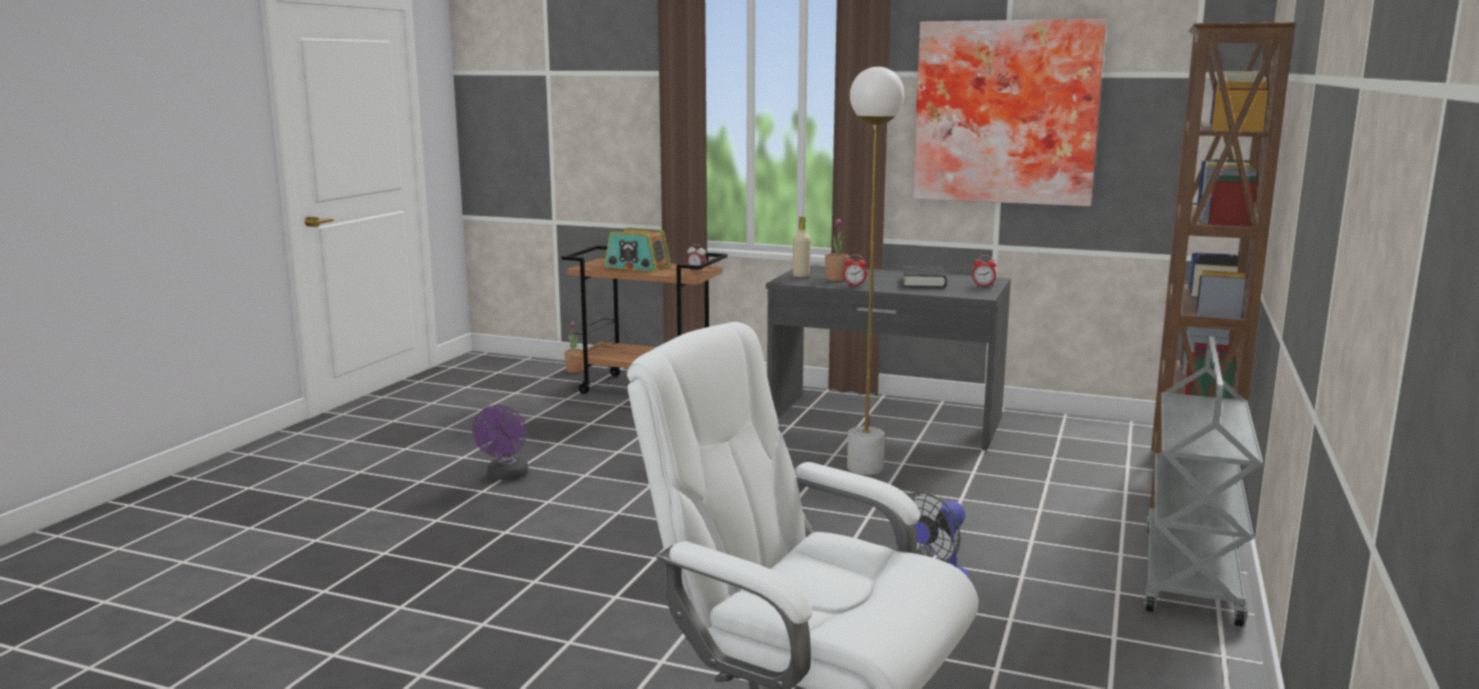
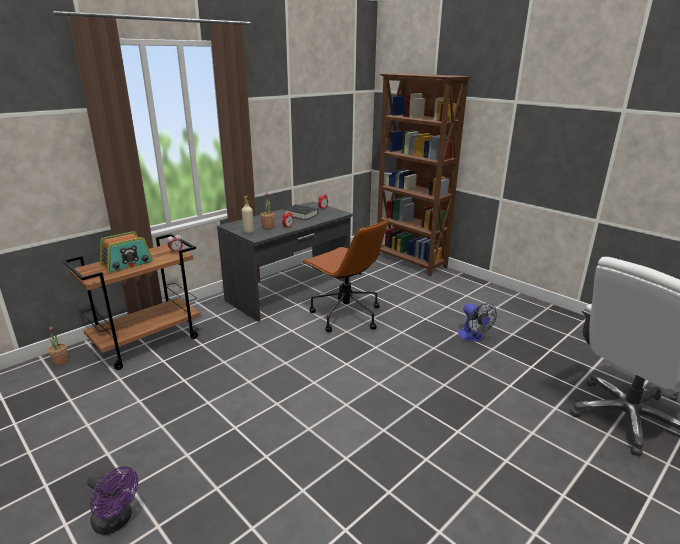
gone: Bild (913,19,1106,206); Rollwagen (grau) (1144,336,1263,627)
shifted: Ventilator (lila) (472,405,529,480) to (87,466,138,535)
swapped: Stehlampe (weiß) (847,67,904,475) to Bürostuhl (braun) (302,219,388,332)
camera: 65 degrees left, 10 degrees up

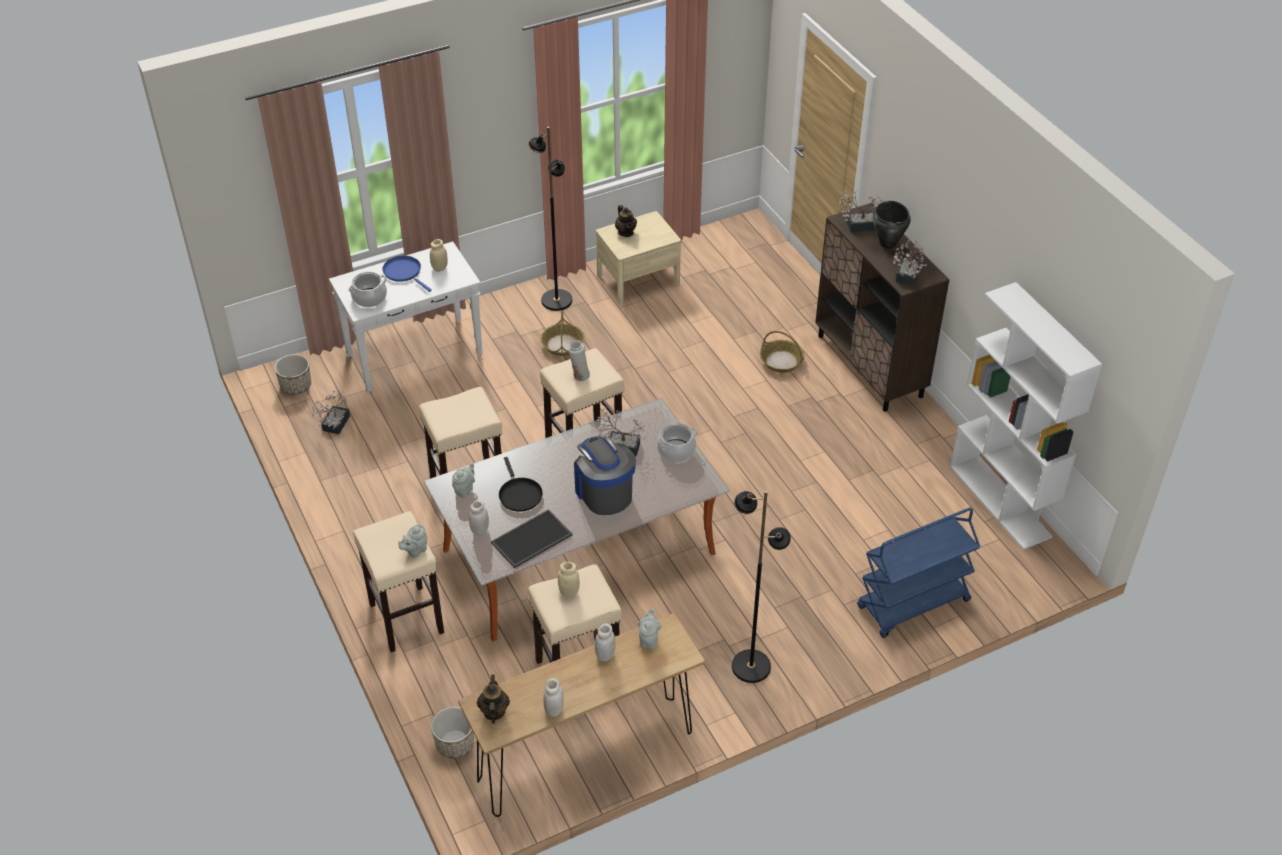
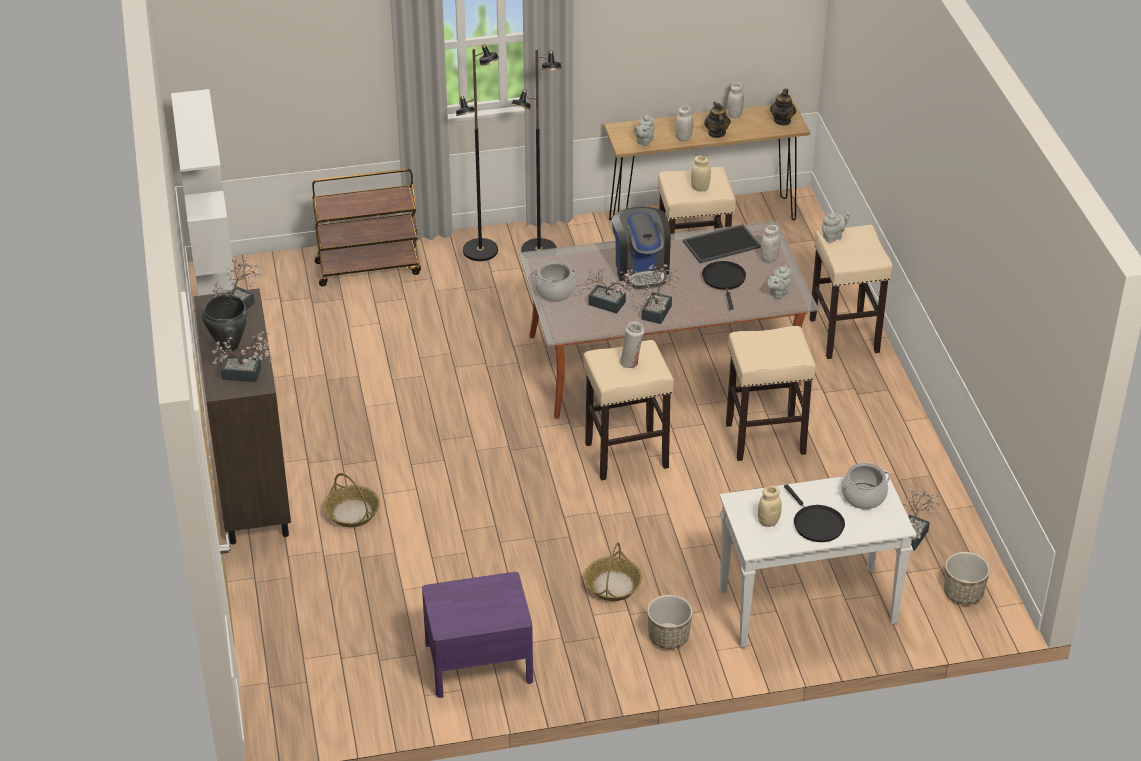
new: Topfpflanze (641,264,679,324)
shifted: Pflanzkübel (431,707,474,758) to (647,595,692,649); Stehlampe (schwarz) (528,127,572,311) to (456,44,499,261); Teekanne (615,205,637,237) to (704,102,731,138)
repainted: Pfanne (blau) (382,256,432,292) to Pfanne (schwarz) (784,484,845,542); Nachttisch (beige) (596,211,681,305) to Nachttisch (lila) (422,572,533,698); Rollwagen (blau) (857,508,980,638) to Rollwagen (braun) (312,169,421,286)
camera: 165 degrees left, 5 degrees down

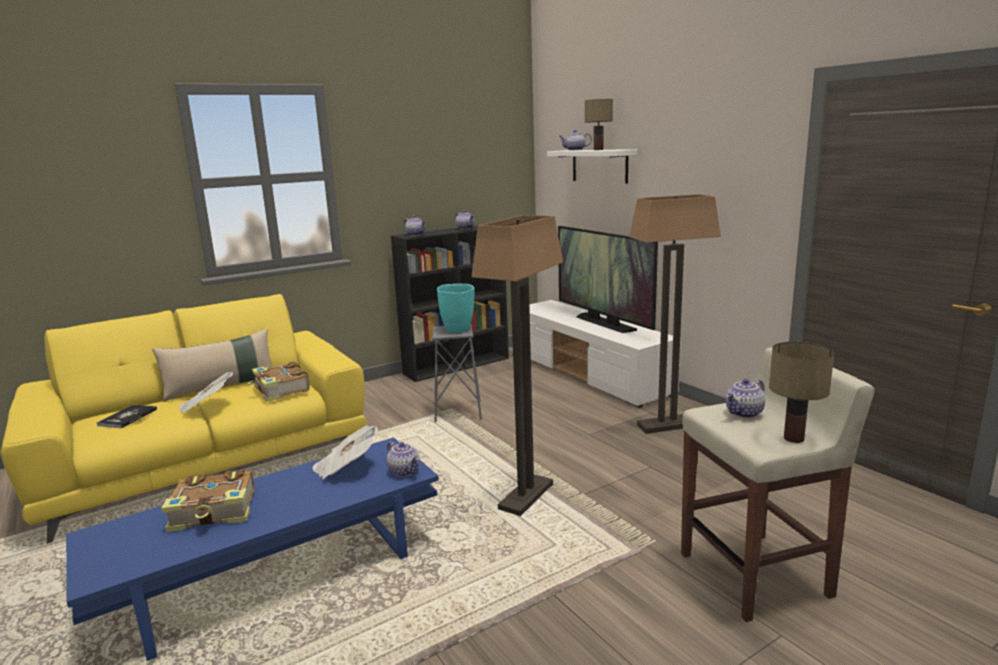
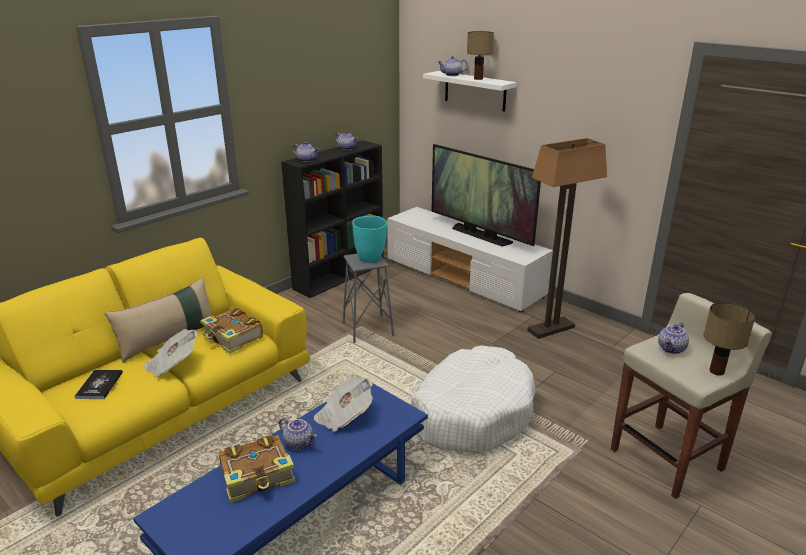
shifted: Teekanne (387,441,420,477) to (279,418,317,450)
swapped: Stehlampe (471,215,563,516) to Hundebett (weiß) (410,345,536,452)
camera: 15 degrees left, 10 degrees up

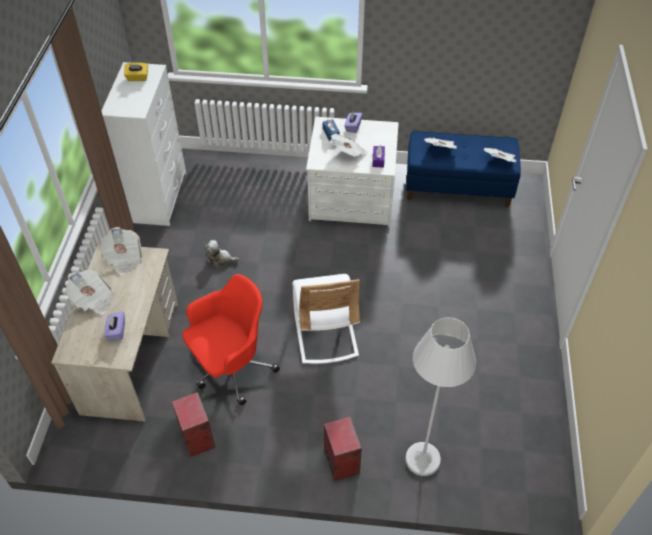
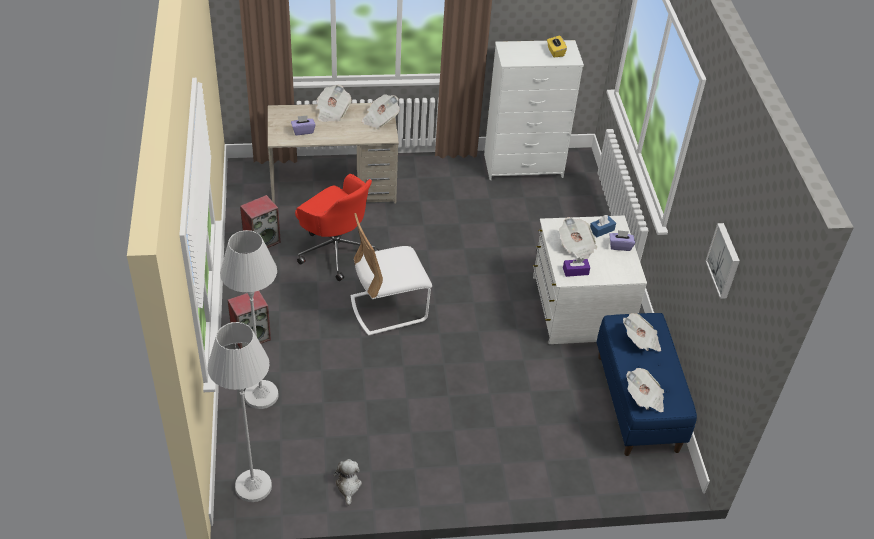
new: Stehlampe (weiß) (208,322,272,502); Bild (706,223,740,299)
shifted: Plüschtier (204,240,239,267) to (333,459,362,506)
camera: 75 degrees right, 5 degrees down

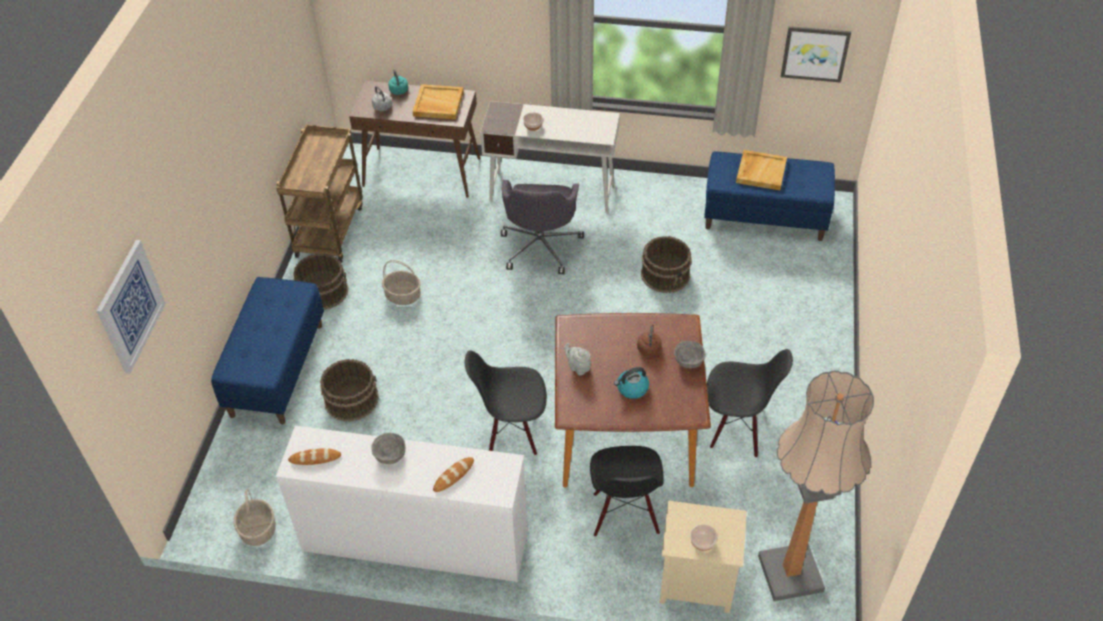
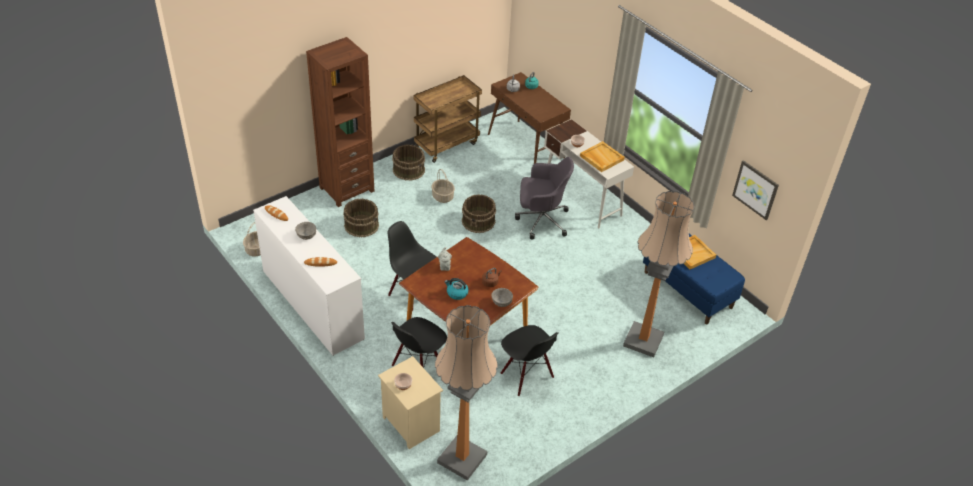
gone: Bild (97,240,166,374)
new: Stehlampe (623,191,694,357)
shifted: Tablett (beige) (412,84,464,119) to (580,141,625,172); Eimer (braun) (641,236,692,293) to (462,194,496,233)
swapped: Bank (blau) (211,277,324,424) to Bücherregal (braun) (306,37,374,207)
rotated: Bürostuhl (grau) (501,180,584,274) = (515,157,574,240) 135 degrees counterclockwise
camera: 40 degrees right, 5 degrees down

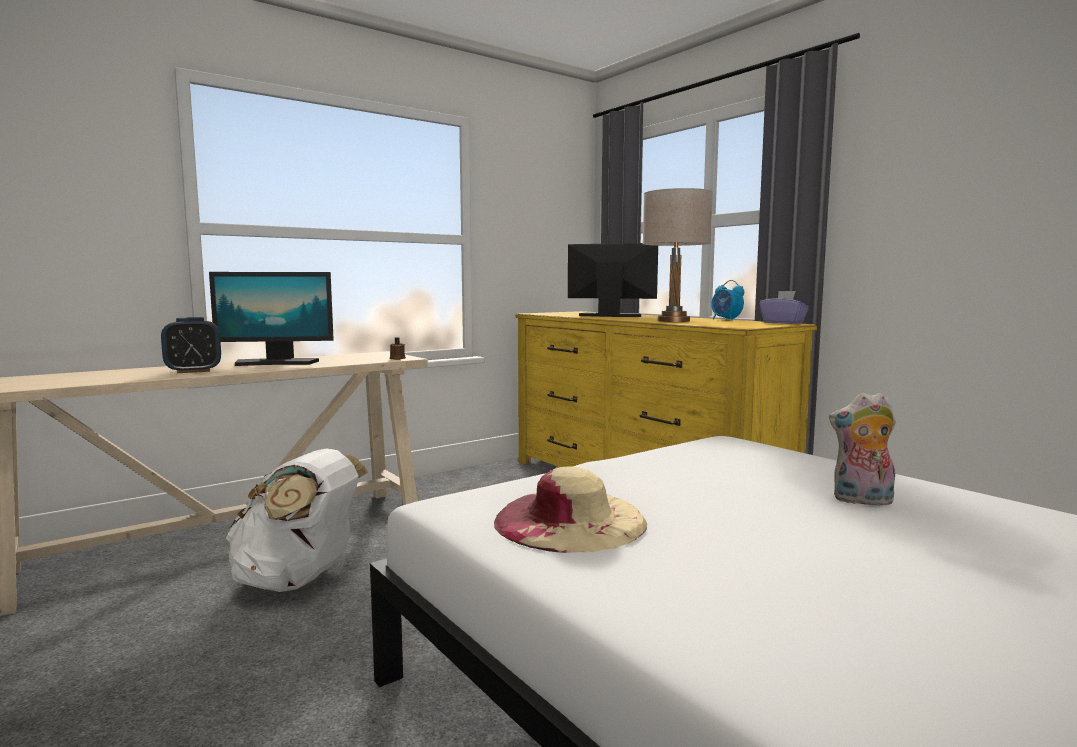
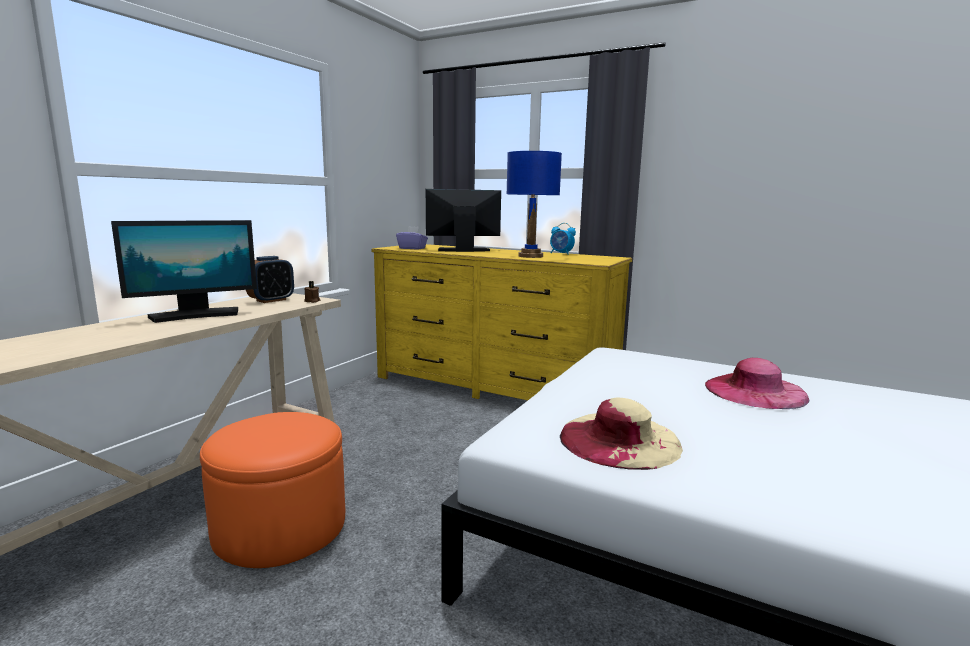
shifted: Wecker (161,317,221,373) to (246,256,294,303); Taschentuchbox (lila) (760,291,809,324) to (396,226,428,250)
swapped: Rucksack (weiß) (226,448,368,592) to Polsterhocker (orange) (200,412,345,568); Plüschtier (829,392,896,505) to Hut (rosa) (705,358,809,409)
repainted: Tischlampe (beige) (643,188,712,322) to Tischlampe (blau) (507,151,562,258)
camera: 25 degrees left, 5 degrees up

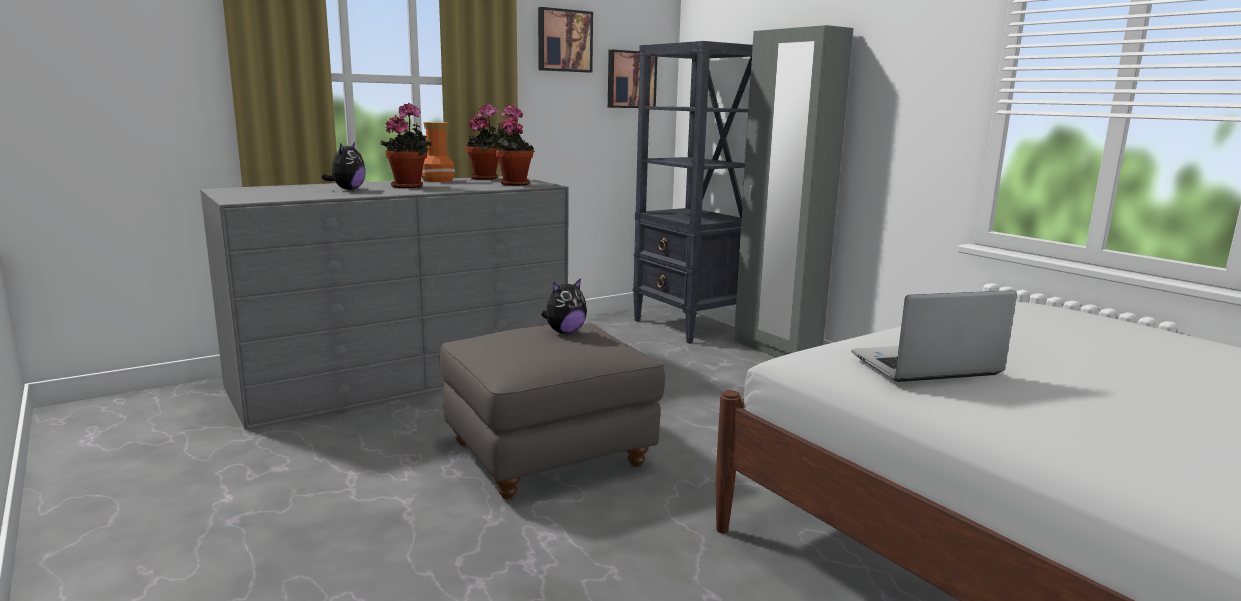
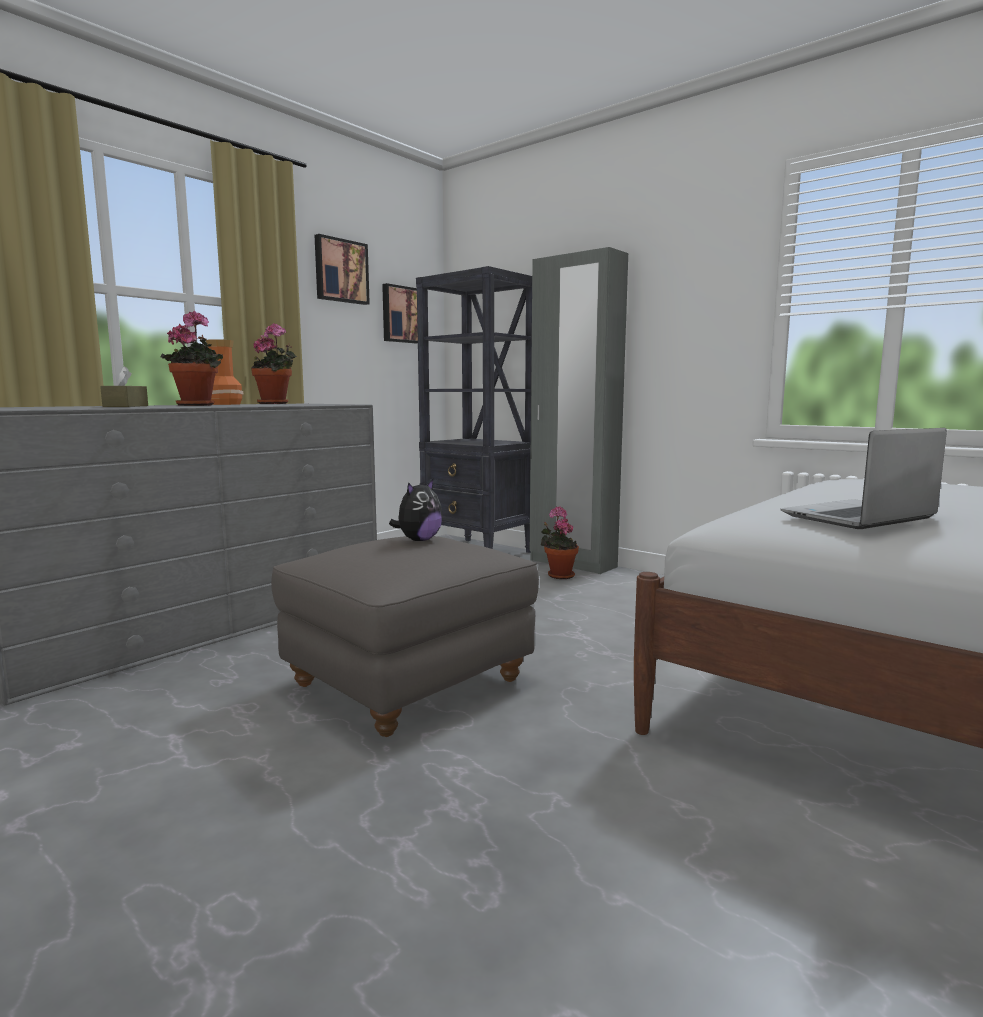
shifted: Topfpflanze (493,105,535,186) to (541,506,579,579)
swapped: Plüschtier (321,142,366,190) to Taschentuchbox (braun) (100,366,148,407)
camera: 15 degrees left, 5 degrees down

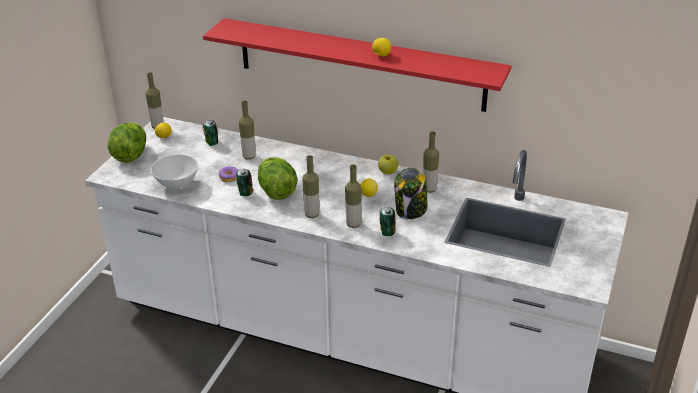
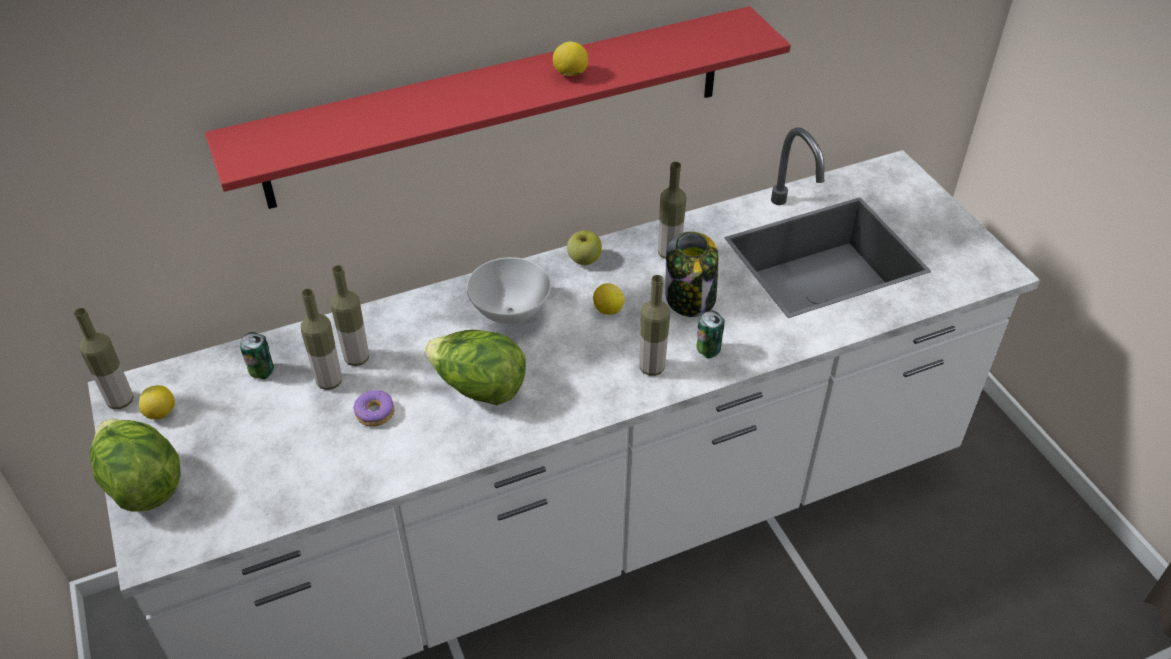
gone: Dose (236,169,253,196)
shifted: Schüssel (weiß) (151,154,198,189) to (467,257,551,324); Flasche (302,155,319,218) to (301,289,342,390)
camera: 45 degrees left, 10 degrees up

